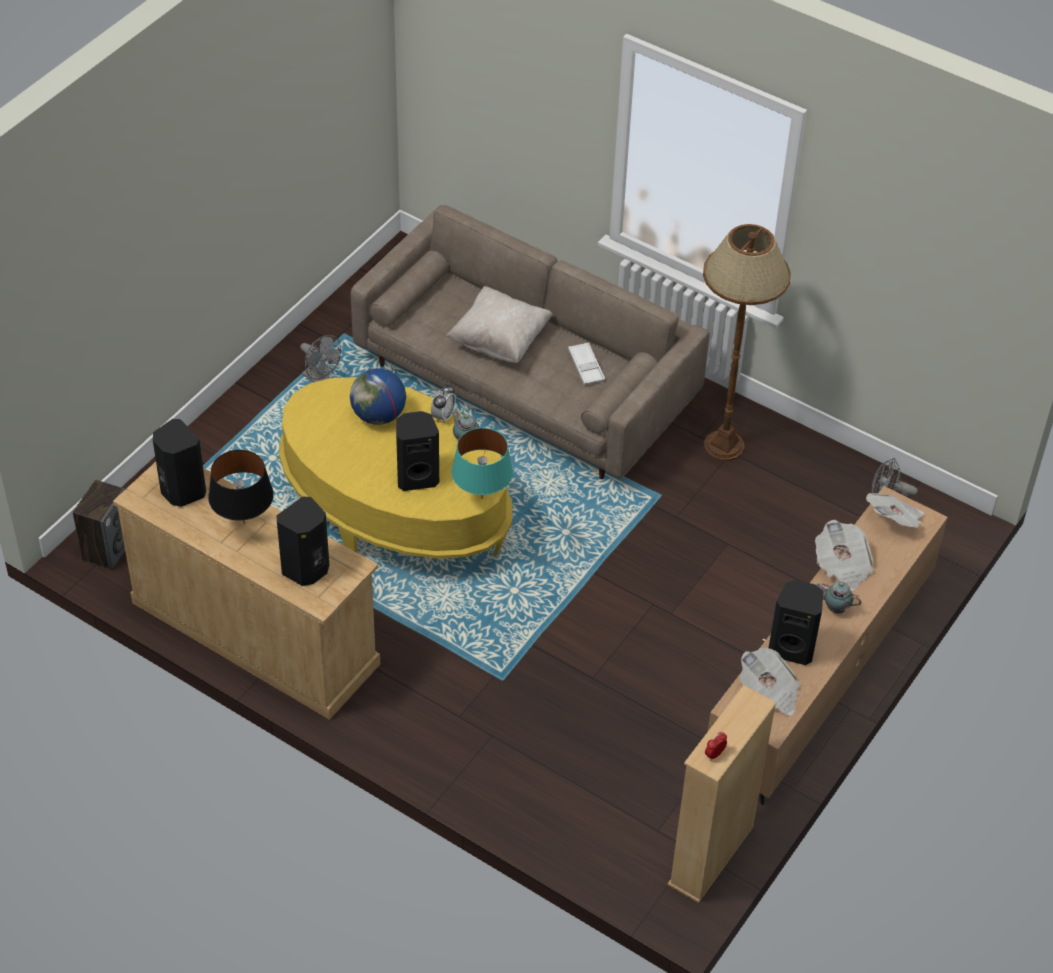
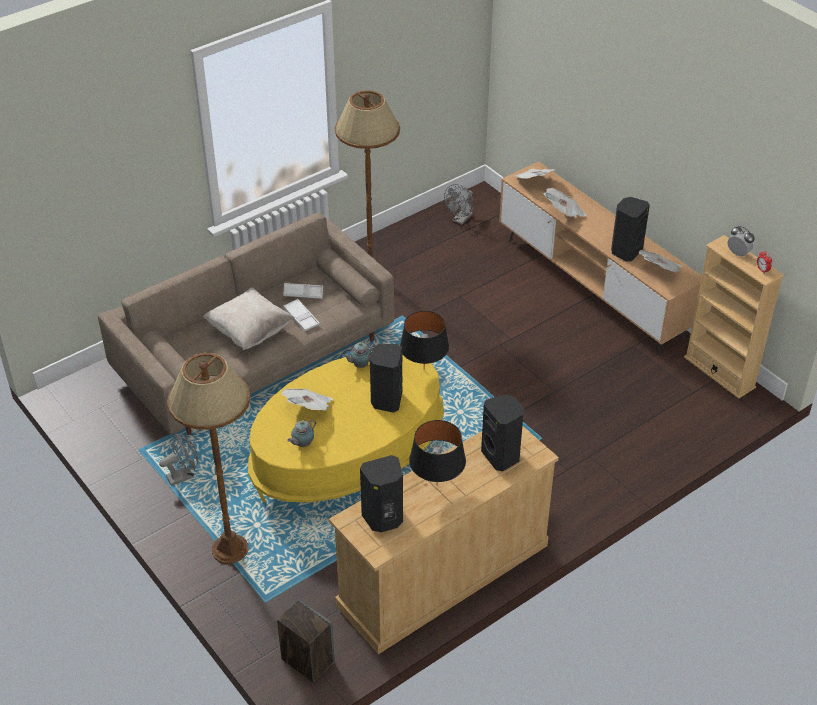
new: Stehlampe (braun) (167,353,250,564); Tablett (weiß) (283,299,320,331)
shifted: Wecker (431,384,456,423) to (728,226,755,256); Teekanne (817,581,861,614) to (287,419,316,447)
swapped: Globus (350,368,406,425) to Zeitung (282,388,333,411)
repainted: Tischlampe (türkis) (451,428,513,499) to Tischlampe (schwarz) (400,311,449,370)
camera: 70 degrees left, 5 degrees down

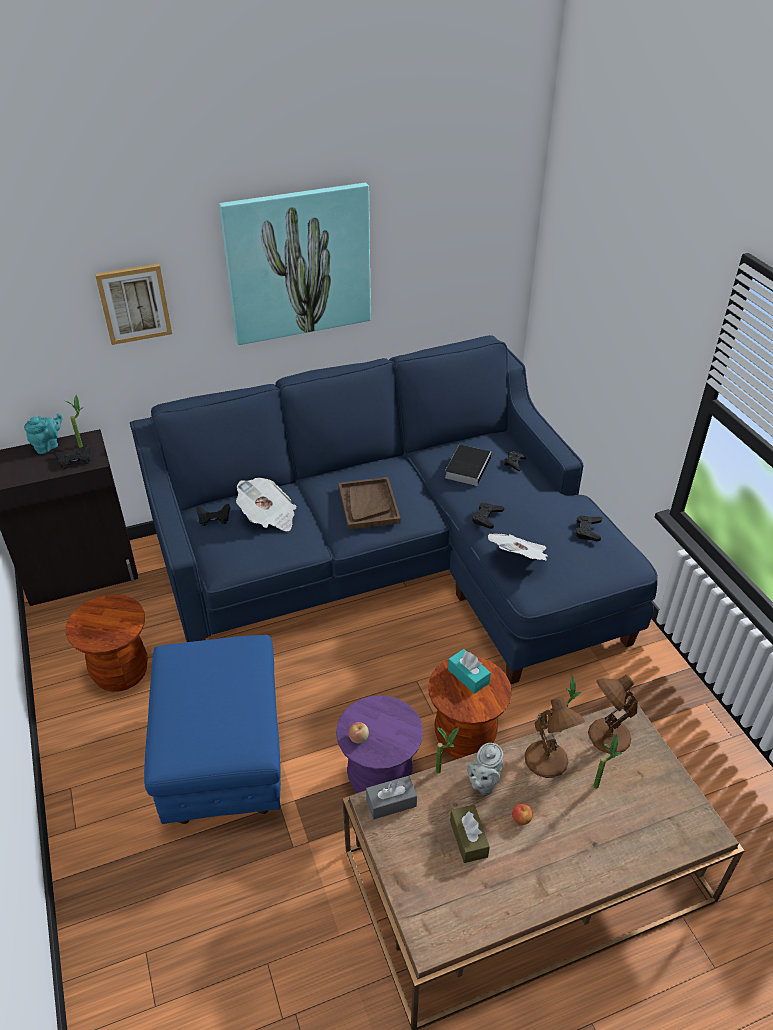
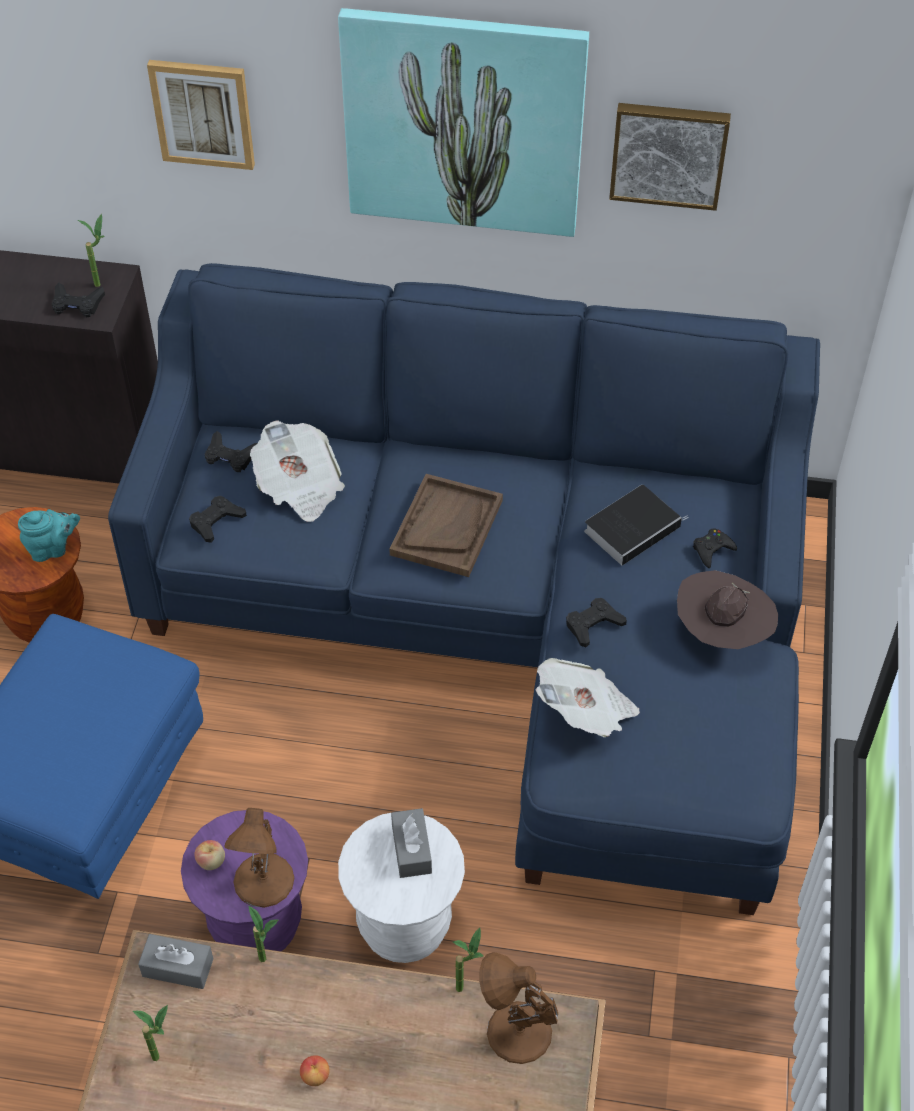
gone: Taschentuchbox (braun) (450,805,490,863); Teekanne (grau) (467,743,503,795)
new: Bild (609,103,731,211); Hut (braun) (677,570,778,649)
shifted: Teekanne (türkis) (24,413,62,454) to (18,509,80,562); Tischlampe (braun) (524,697,585,778) to (224,808,294,908); Gamepad (schwarz) (575,515,603,541) to (189,496,247,543); Topfpflanze (593,733,622,789) to (133,1005,168,1061)
repainted: Hocker (braun) (428,657,512,759) to Hocker (weiß) (338,813,465,963); Taschentuchbox (türkis) (448,649,491,694) to Taschentuchbox (grau) (391,808,432,878)
camera: 30 degrees right, 10 degrees up

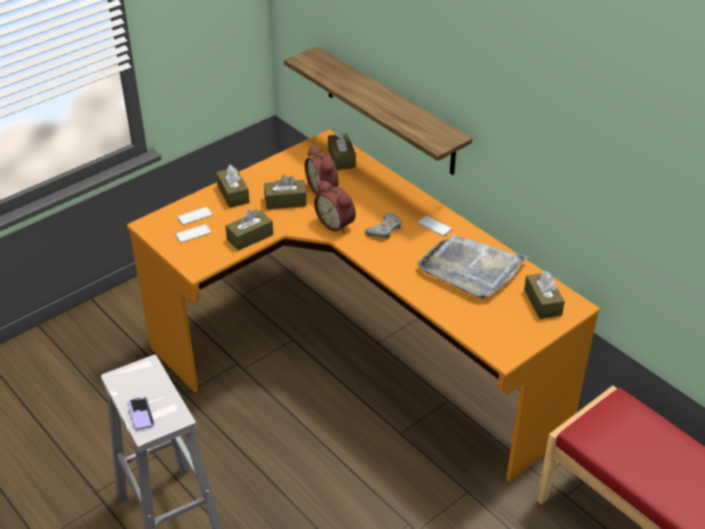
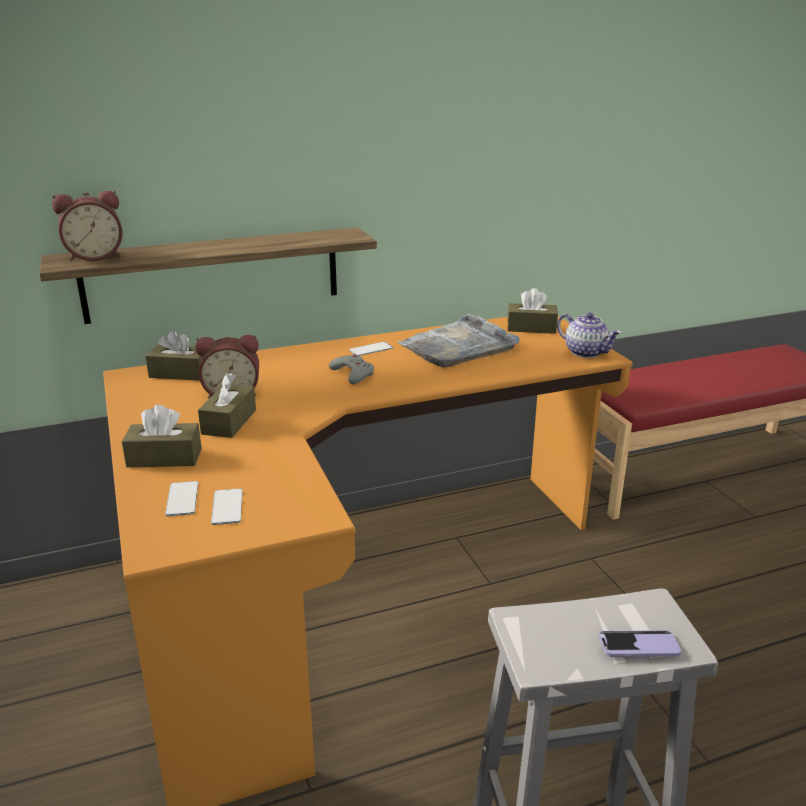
gone: Taschentuchbox (braun) (225,209,273,251)
new: Teekanne (557,313,621,358)
shifted: Wecker (314,180,356,233) to (52,191,123,261)
camera: 70 degrees left, 15 degrees down

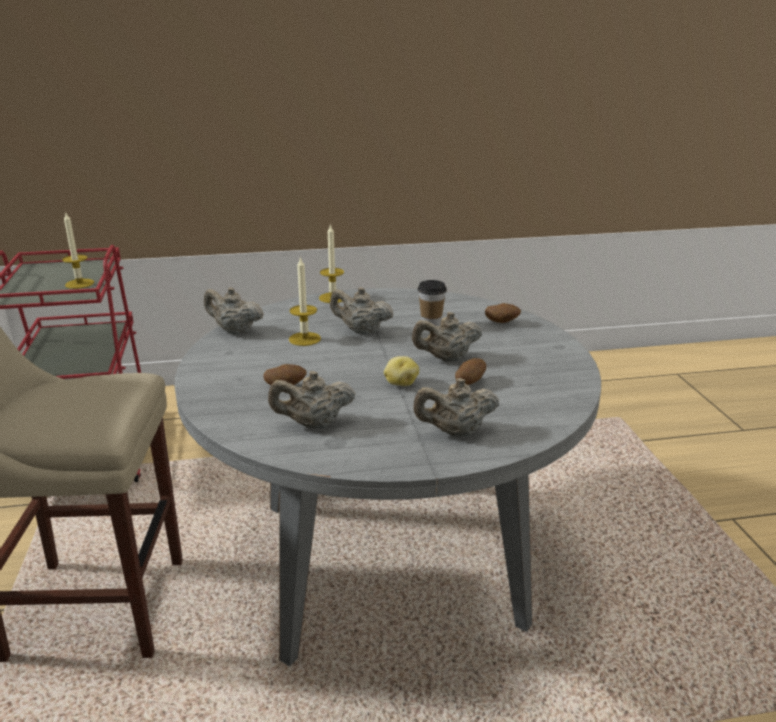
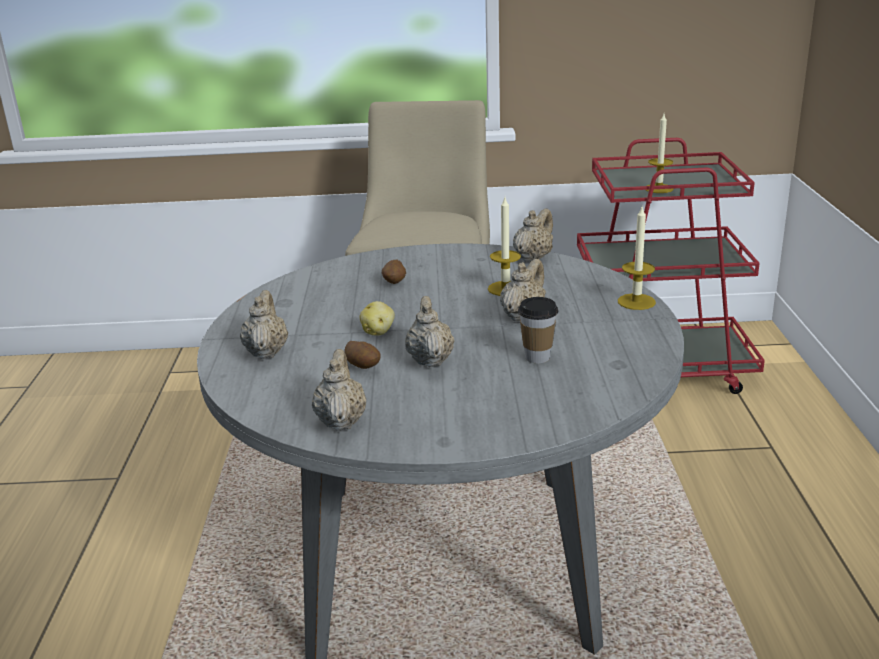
gone: Kartoffel (485,303,521,323)
shifted: Teekanne (beige) (268,371,356,429) to (312,349,366,431)
camera: 100 degrees right, 0 degrees up

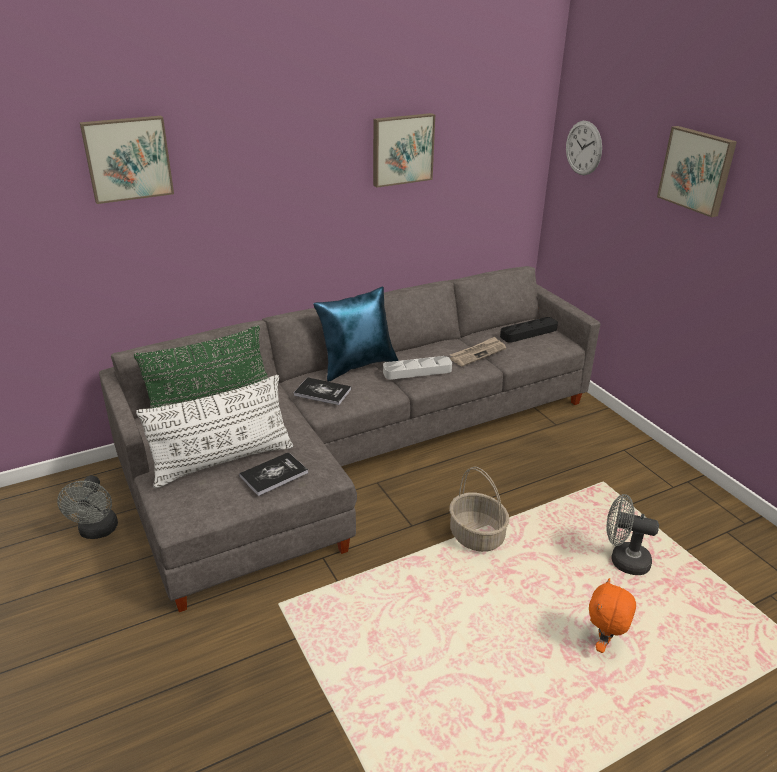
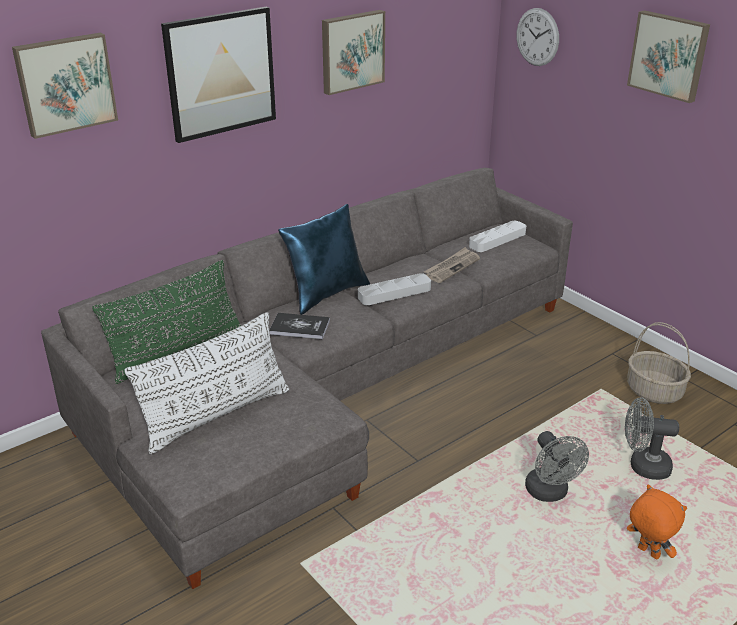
gone: Buch (239,452,308,496)
new: Bild (161,7,276,143)
shifted: Ventilator (grau) (57,476,118,539) to (525,431,589,502); Korb (449,467,509,552) to (627,322,691,404)
repainted: Tablett (schwarz) (500,317,558,343) to Tablett (weiß) (469,221,526,252)
rotated: Plüschtier (orange) (589,578,636,653) = (627,484,687,559) 120 degrees clockwise
camera: 10 degrees left, 0 degrees up

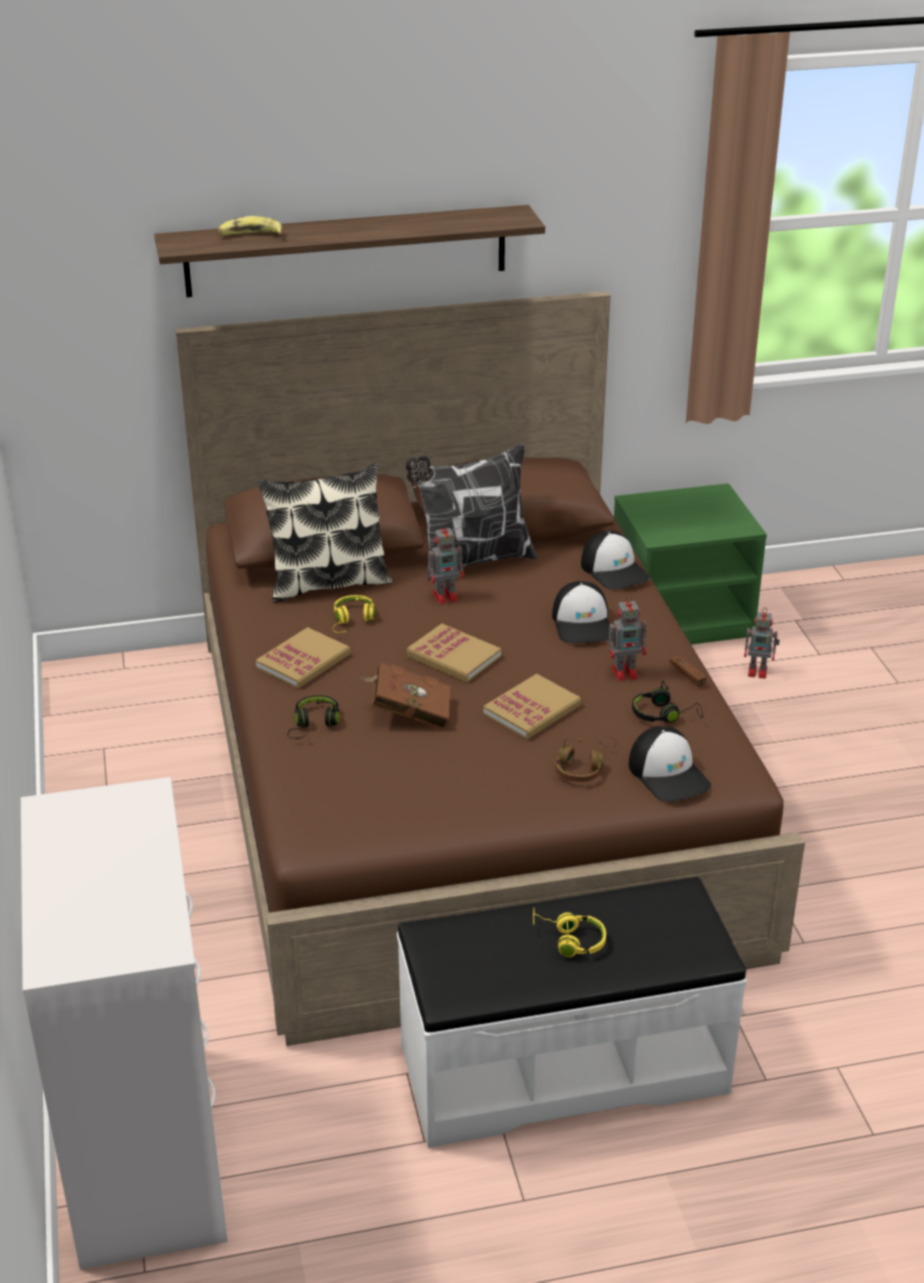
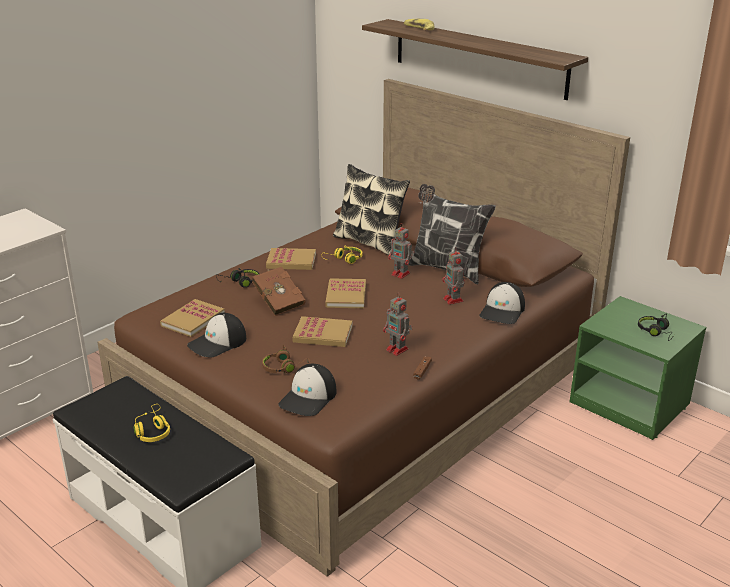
new: Buch (160,299,225,337)
shifted: Kappe (552,581,609,643) to (187,313,246,358); Kopfhörer (schwarz) (632,681,703,723) to (638,314,674,341); Spielzeugroboter (744,608,780,679) to (442,247,465,305)
camera: 55 degrees right, 5 degrees down

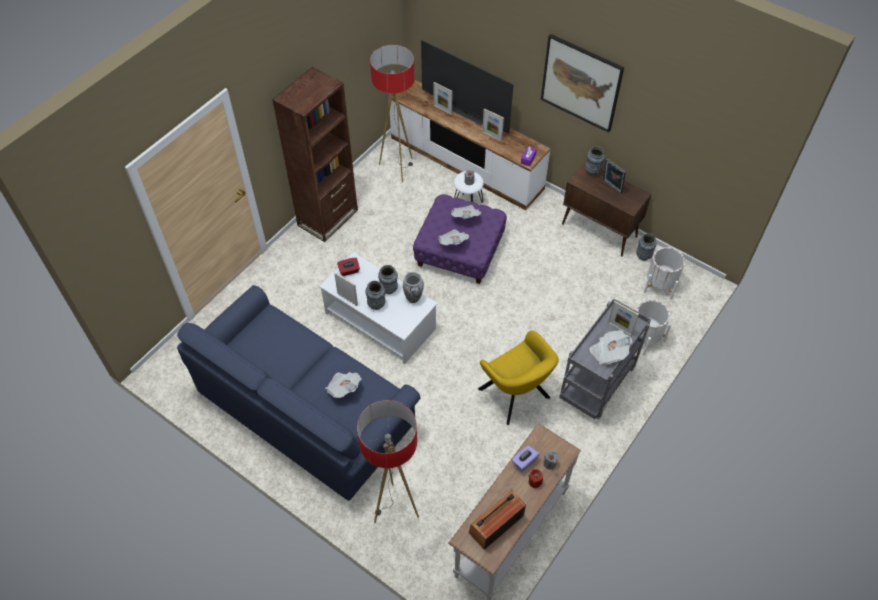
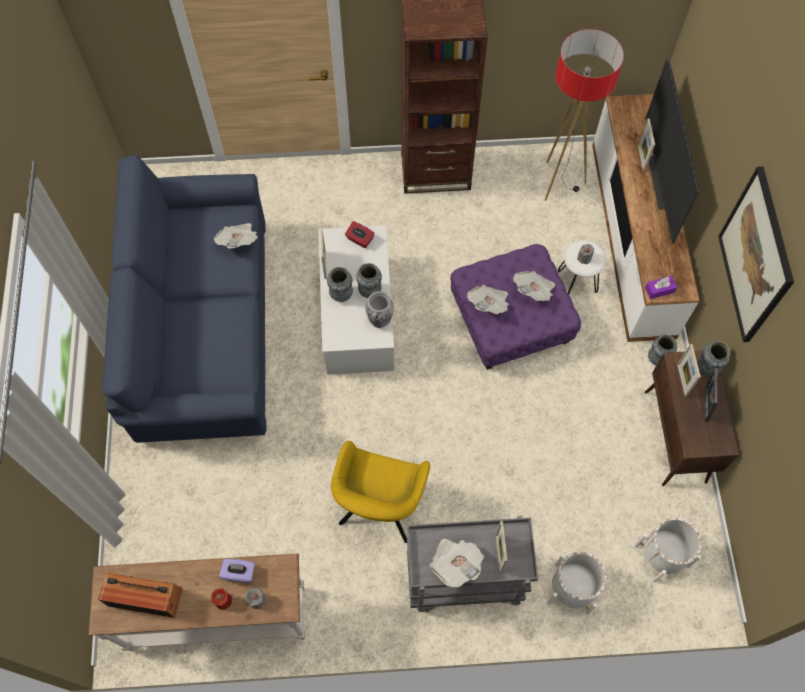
gone: Stehlampe (357,400,419,523)
shifted: Zeitung (325,372,362,398) to (214,223,258,248); Bilderrahmen (482,109,504,141) to (677,344,701,396); Vase (636,233,657,261) to (648,334,677,366)
camera: 50 degrees right, 10 degrees up

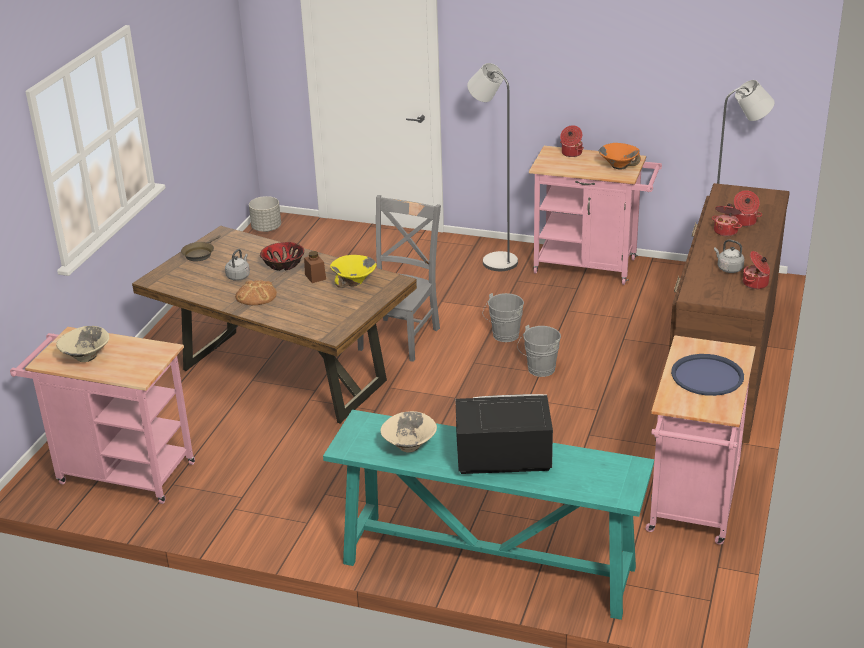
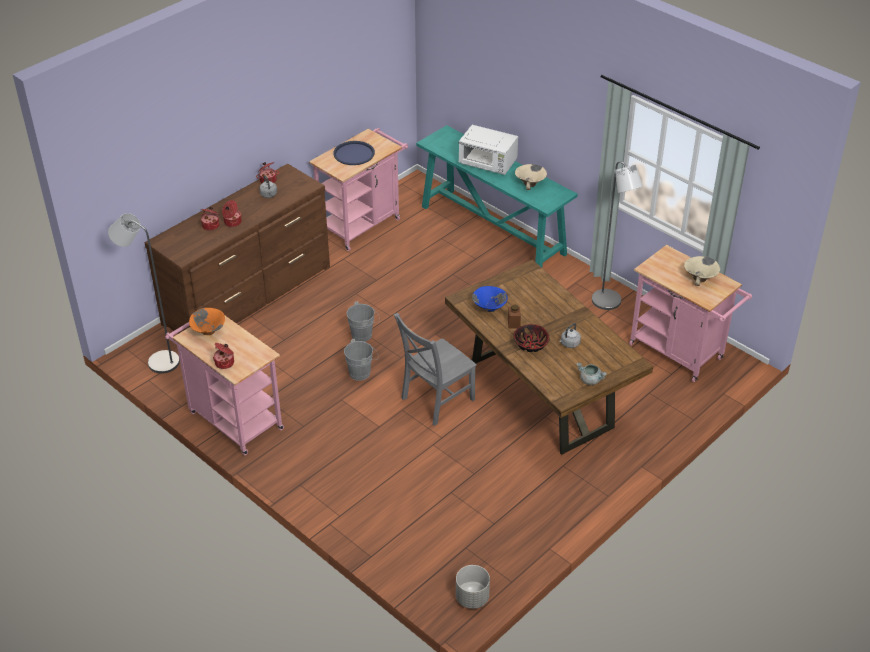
gone: Brot (235,280,277,305)
shifted: Stehlampe (grau) (467,63,518,271) to (592,162,643,310)
swapped: Pfanne (braun) (181,235,221,261) to Kochtopf (grau) (576,363,607,385)
repainted: Schüssel (gelb) (330,255,377,288) to Schüssel (blau) (472,286,508,312); Mikrowelle (schwarz) (456,394,553,474) to Mikrowelle (weiß) (459,125,518,175)
camera: 155 degrees left, 10 degrees up

